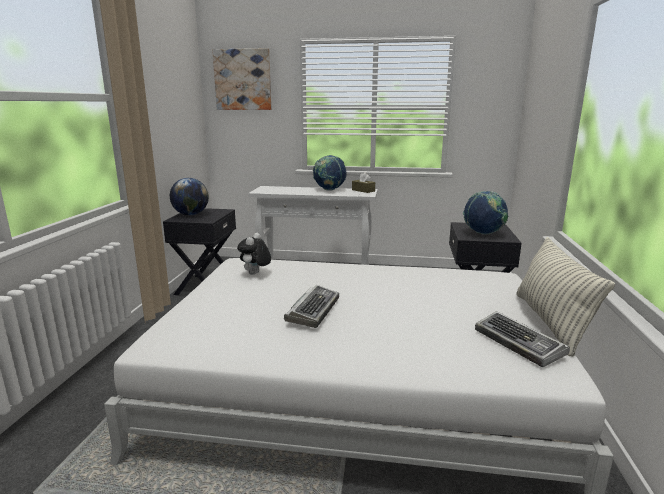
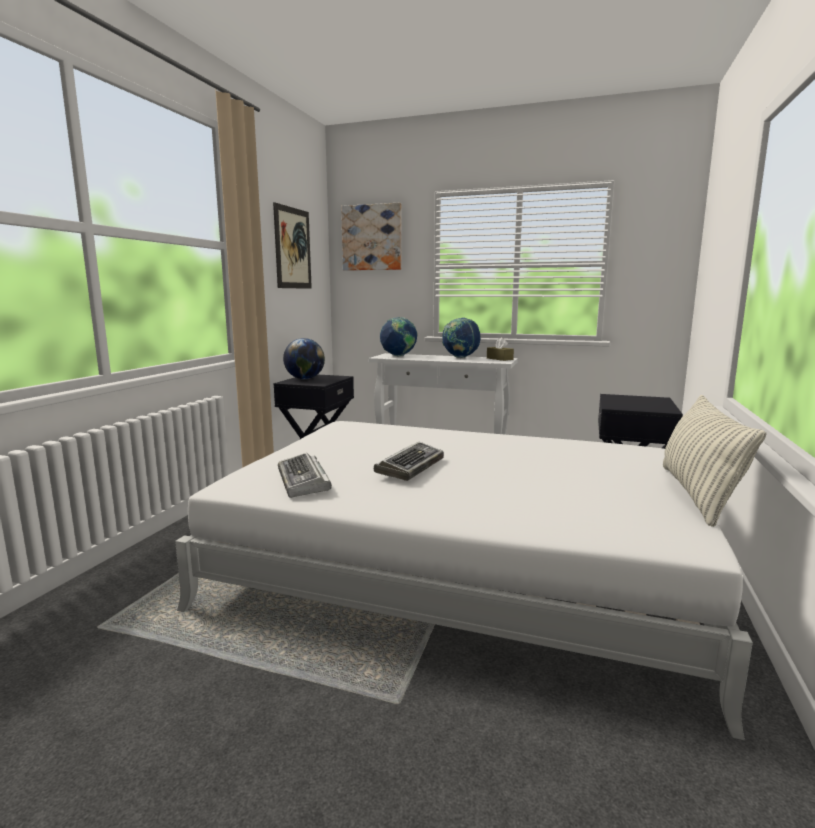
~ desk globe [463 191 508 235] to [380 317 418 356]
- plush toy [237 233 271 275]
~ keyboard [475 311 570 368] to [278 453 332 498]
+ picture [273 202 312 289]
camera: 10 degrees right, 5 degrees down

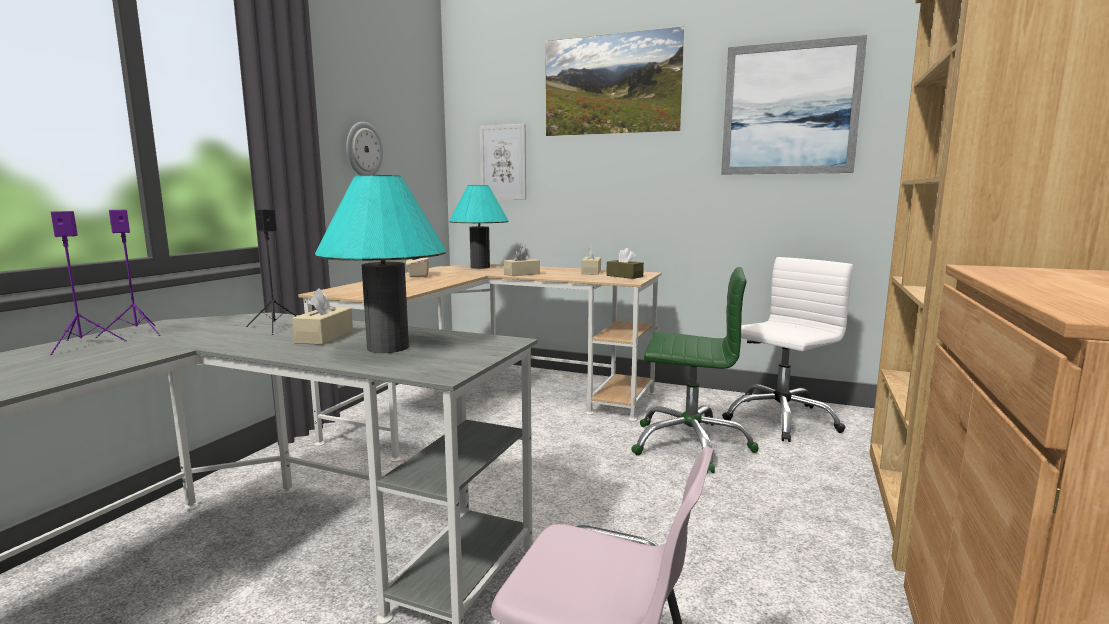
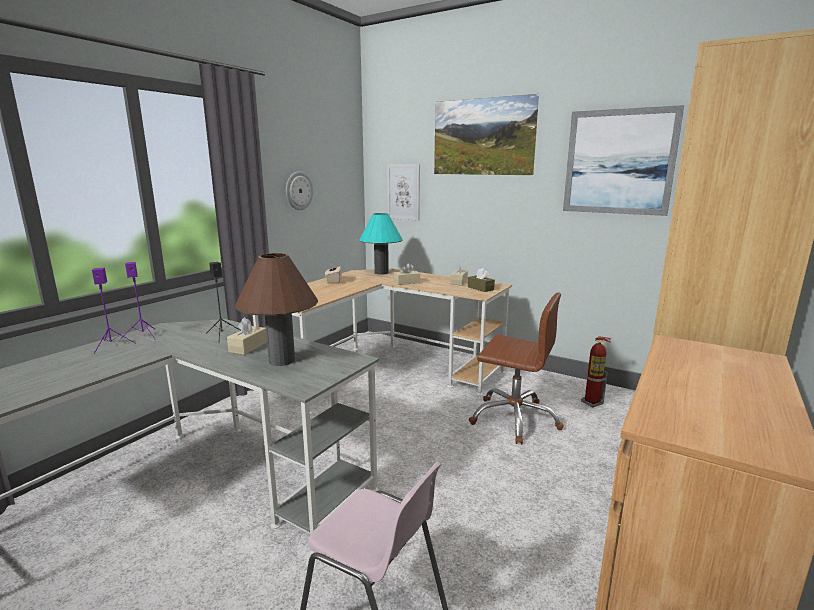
~ lamp for a table (turquoise) [315 175 446 353] to lamp for a table (brown) [235 253 318 366]
~ desk chair (whitish) [722 257 853 442] to extinguisher [581 336 611 407]
~ desk chair (greenish) [631 267 759 473] to desk chair (brown) [469 292 564 444]
camera: 10 degrees right, 5 degrees up

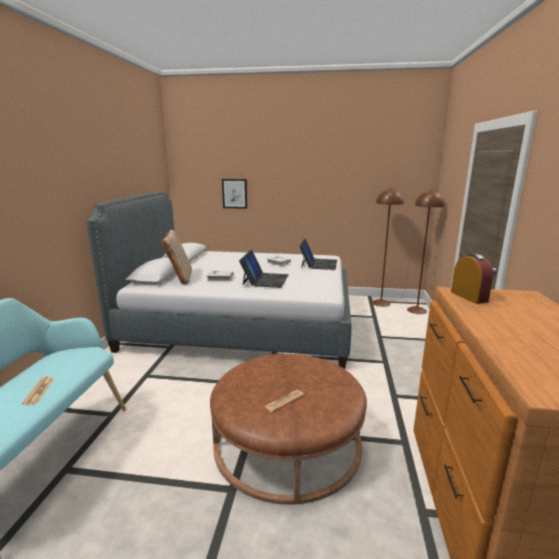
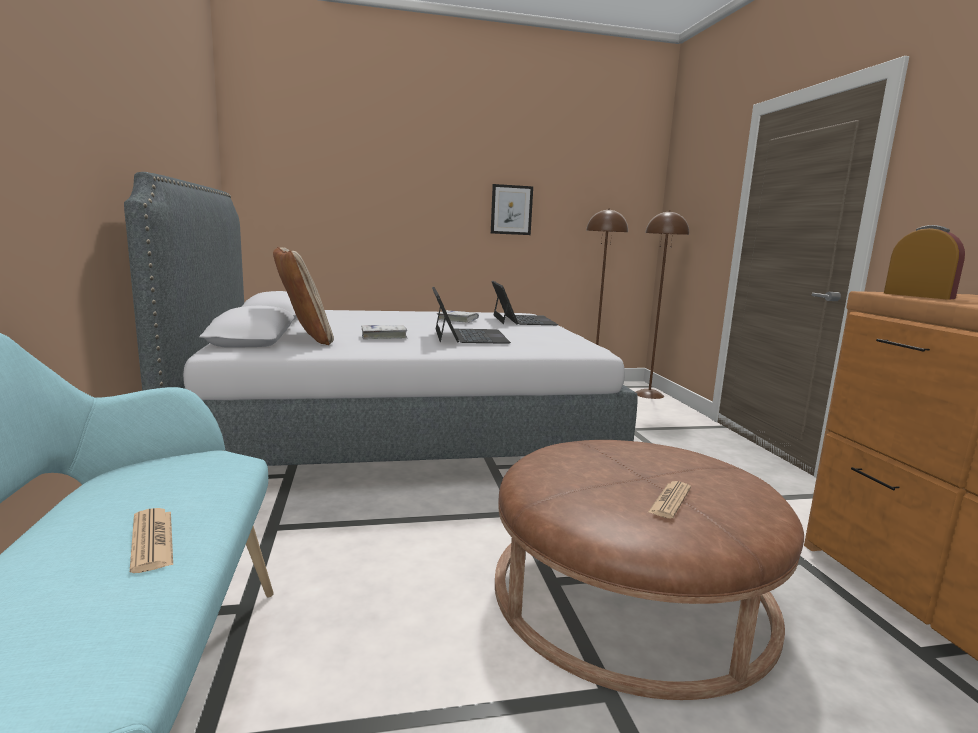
~ picture [222 179 247 209] to [491 184 533 235]
camera: 20 degrees left, 5 degrees down

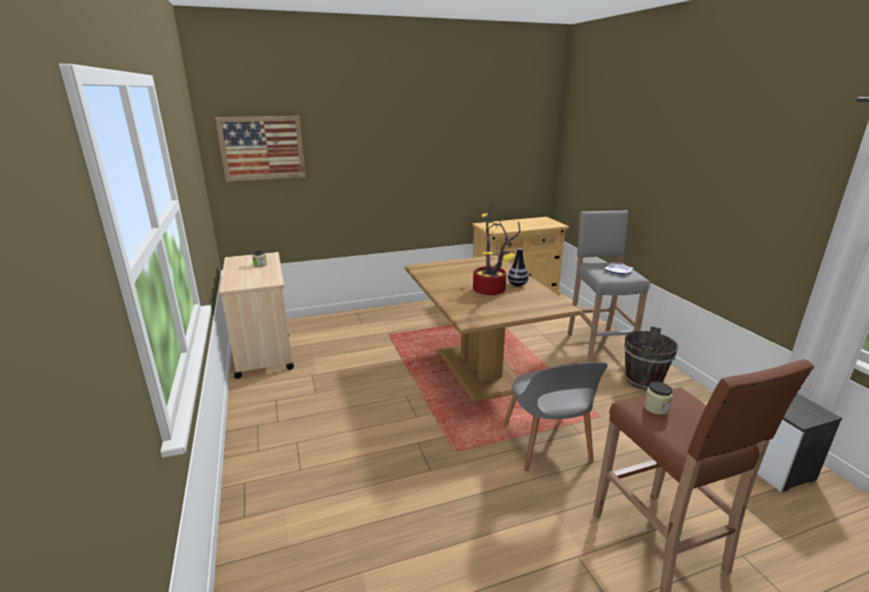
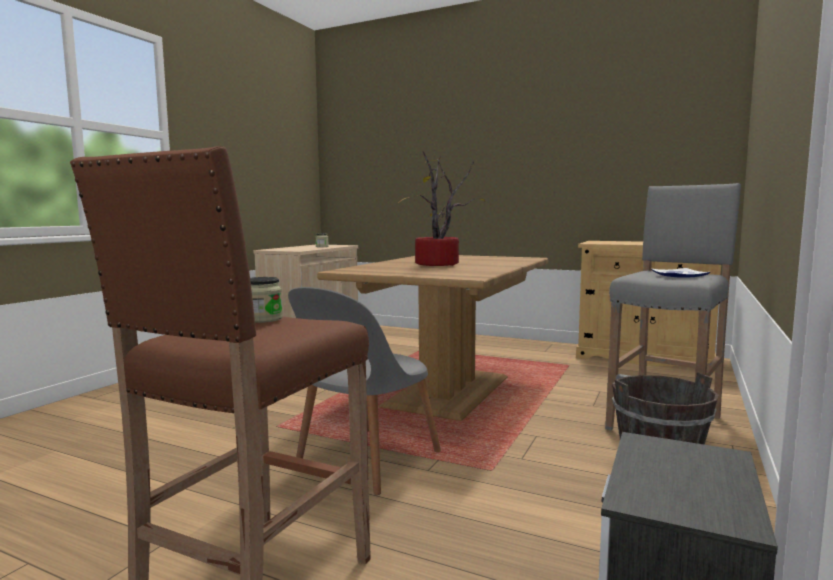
- picture [215 116 306 182]
- flower vase [508 248 529 287]
camera: 45 degrees right, 15 degrees down

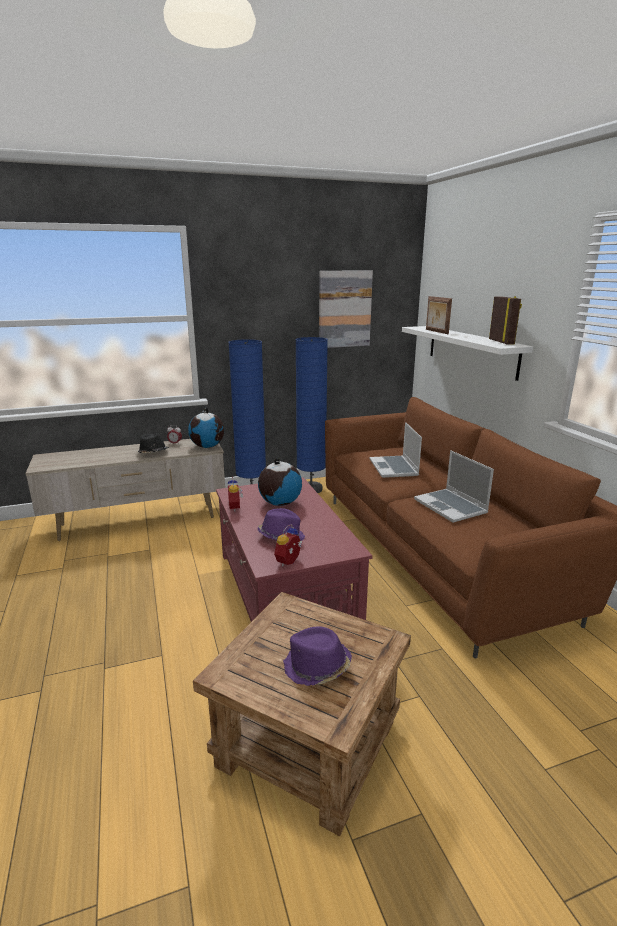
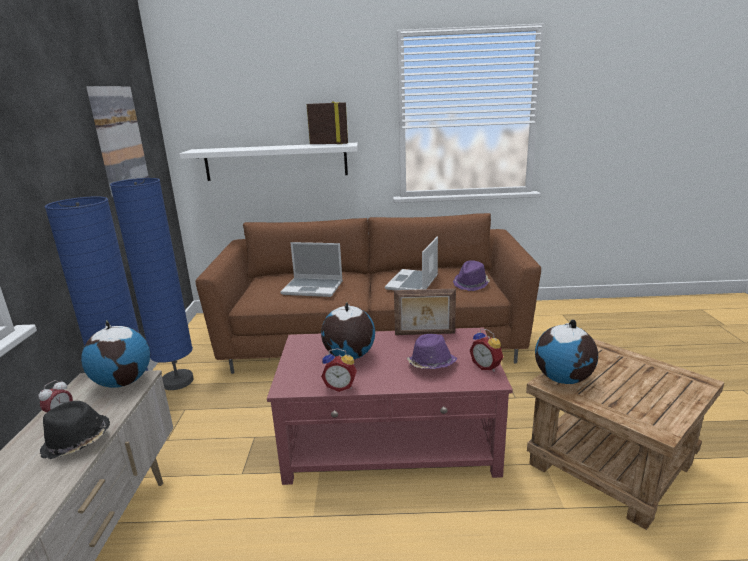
~ picture frame [426 296 452 334] to [394 288 456 335]
~ portable computer [414 450 494 523] = [385 237 438 290] 120 degrees clockwise
~ clothing hat (purple-coloured) [283 626 352 686] to [453 260 490 291]
+ desk globe [535 320 598 384]
camera: 70 degrees left, 0 degrees up

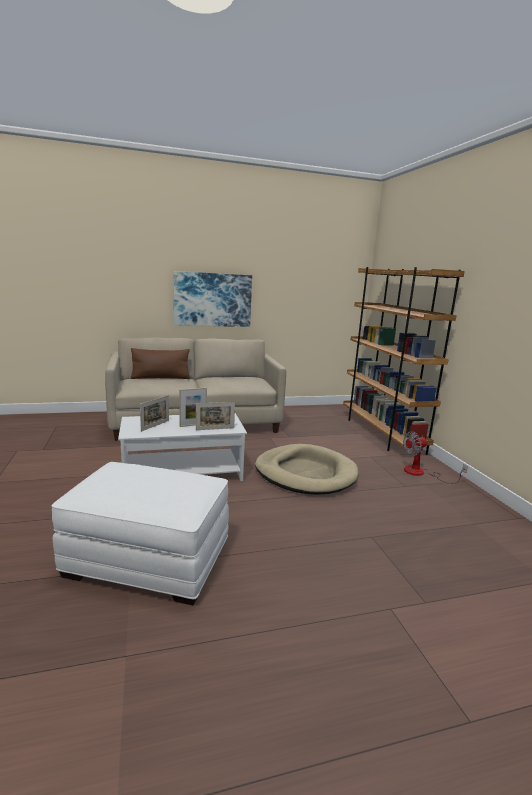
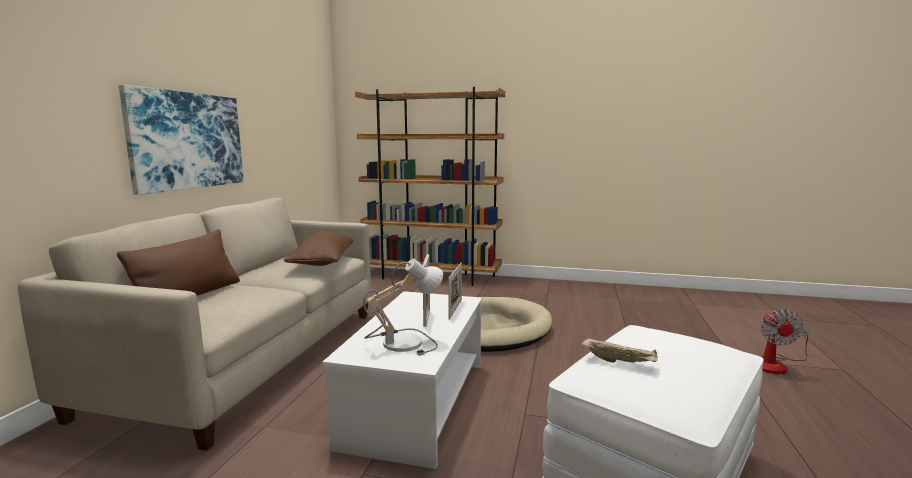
~ picture frame [140 395 169 432] to lamp for a table [363 258 443 356]
~ fan [403 431 468 484] to [760 309 810 374]
+ pillow (brown) [284 232 353 266]
+ carrying tray (beige-coloured) [581 337 658 363]
camera: 60 degrees left, 5 degrees down

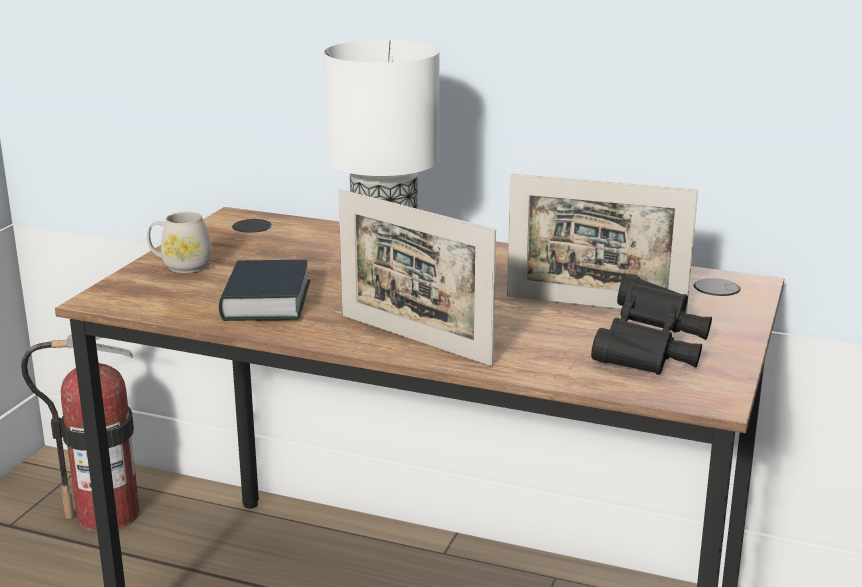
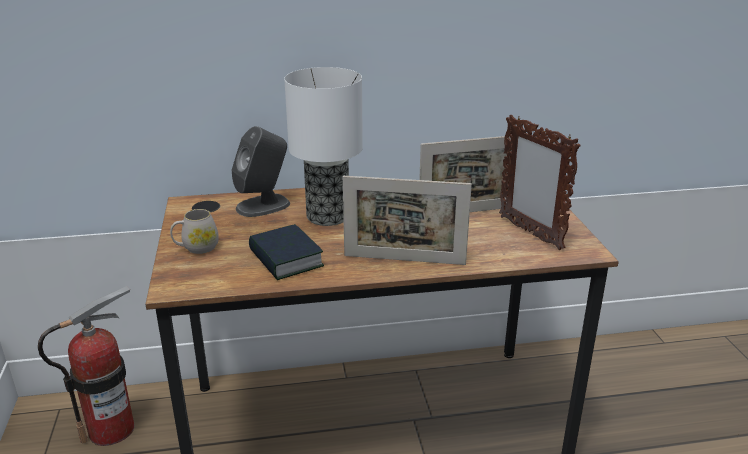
~ pair of binoculars (black) [591 275 712 375] to picture frame [499 115 581 250]
+ loudspeaker (grey) [231 126 290 217]
camera: 30 degrees left, 5 degrees up

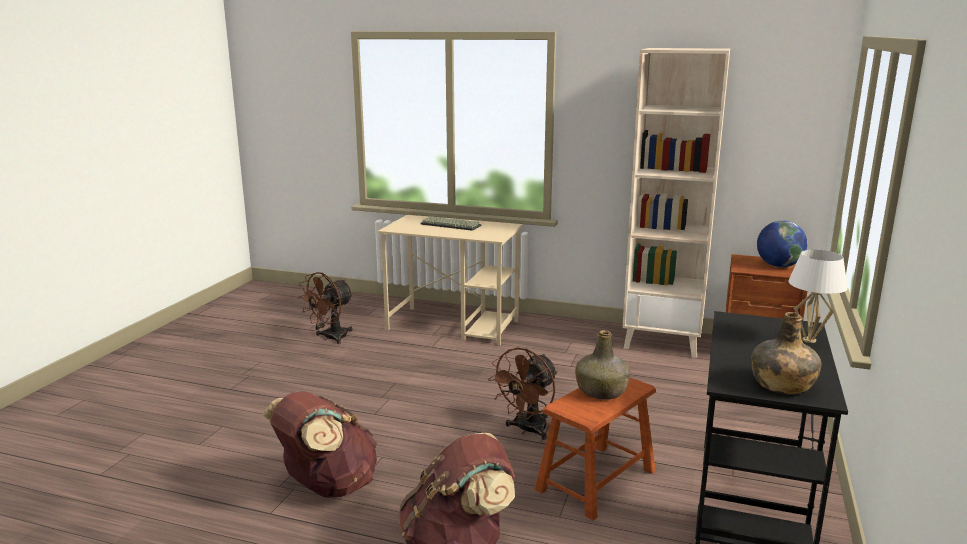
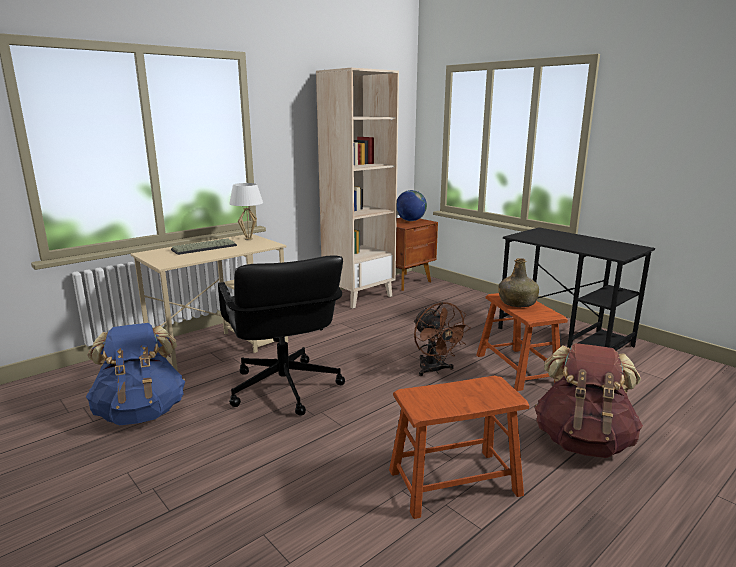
~ lamp for a table (whitish) [788 250 848 343] to [229 183 263 240]
~ fan (brown) [298 272 354 344] to knapsack (blue-coloured) [86 323 185 425]
- bottle (greenish) [751 312 821 394]
~ knapsack (brown) [263 391 378 498] to stool seat (brown) [389 376 529 519]
+ desk chair (black) [218 255 345 416]
camera: 60 degrees left, 0 degrees up

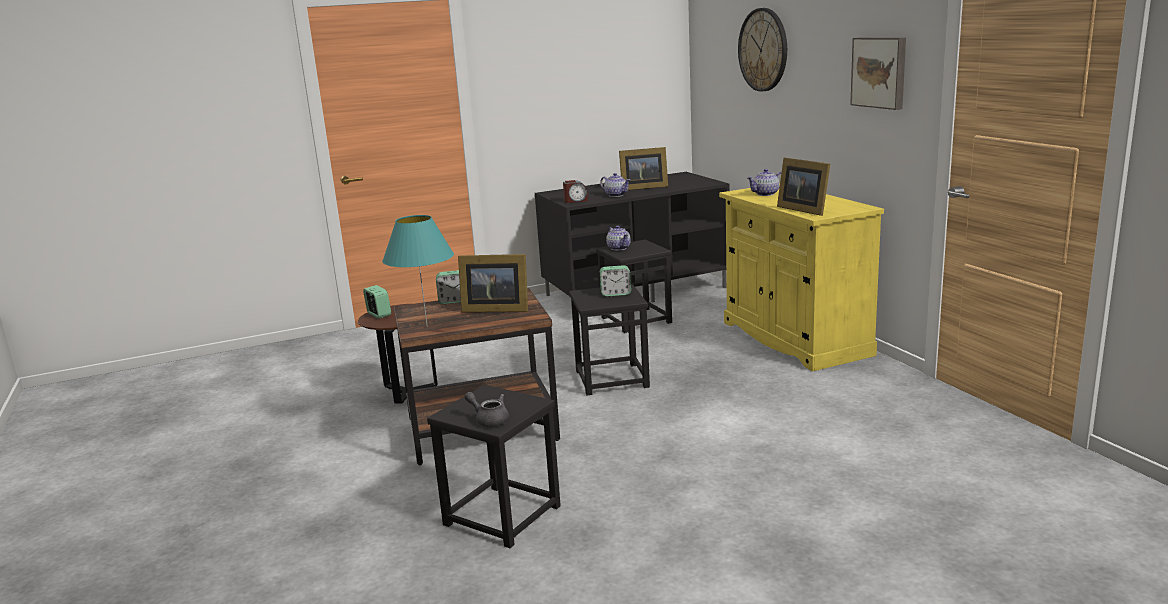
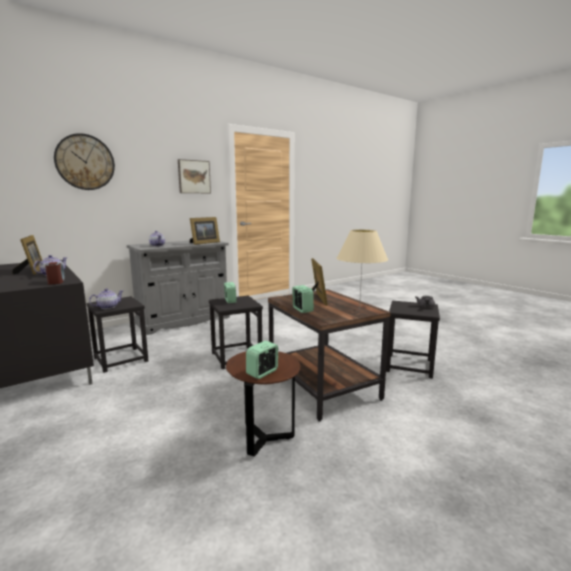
~ storage cabinet (yellow-coloured) [719 183 884 371] to storage cabinet (grey) [127 241 230 335]
~ lamp for a table (turquoise) [382 215 454 327] to lamp for a table (beige-coloured) [337 229 388 310]
camera: 105 degrees left, 5 degrees down

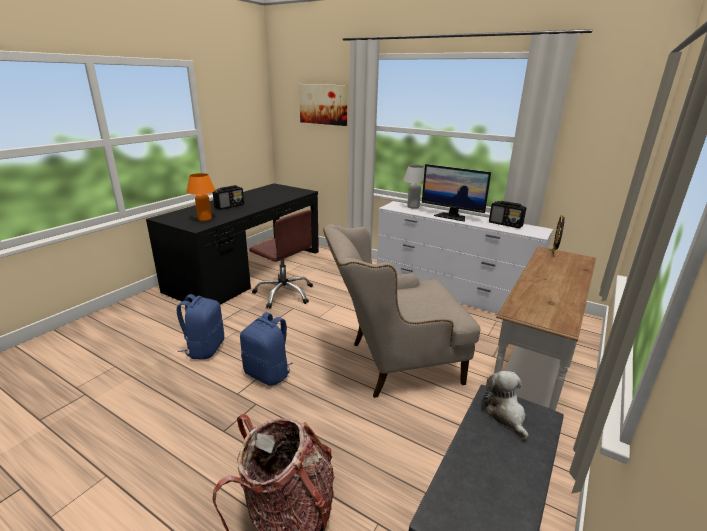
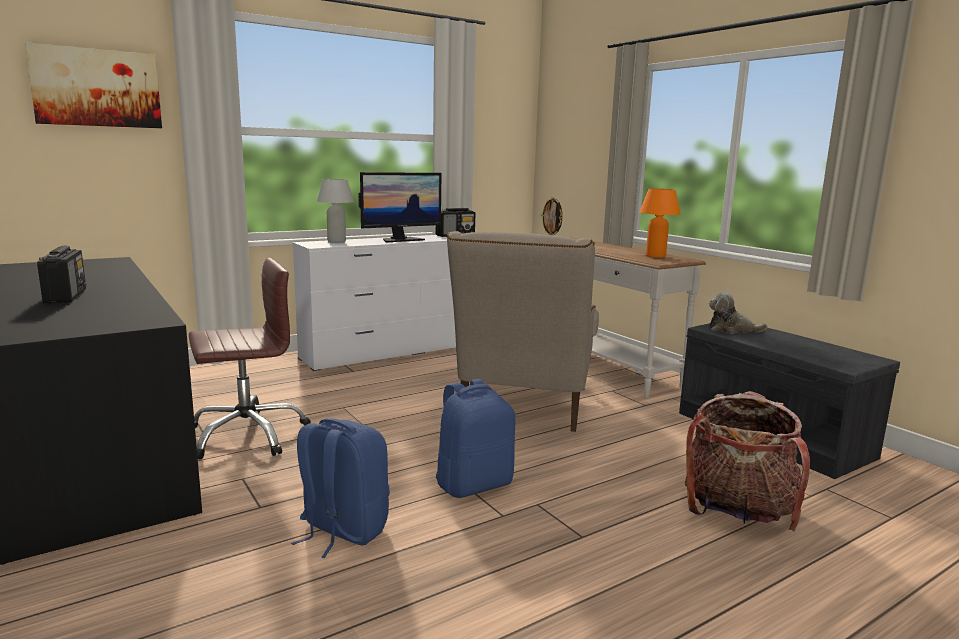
~ lamp for a table (orange-coloured) [187 173 215 221] to [640 189 680 258]
camera: 65 degrees left, 10 degrees down

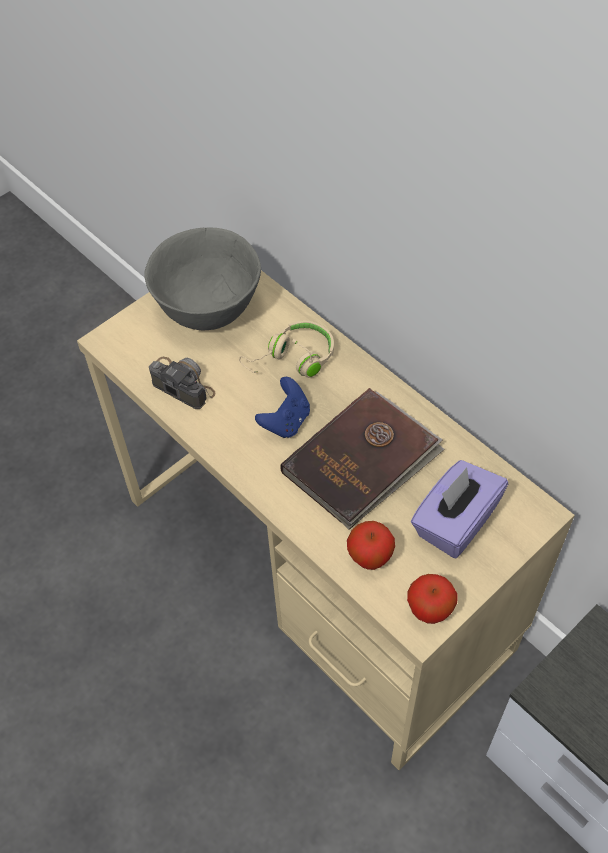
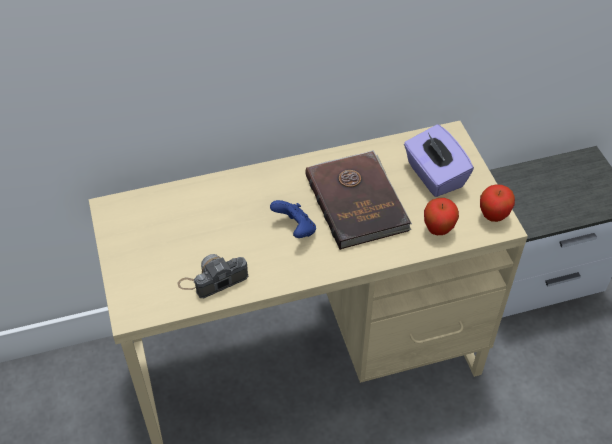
- bowl (grey) [144 228 261 330]
- headphones (beige-coloured) [239 320 334 378]
camera: 65 degrees left, 5 degrees down

